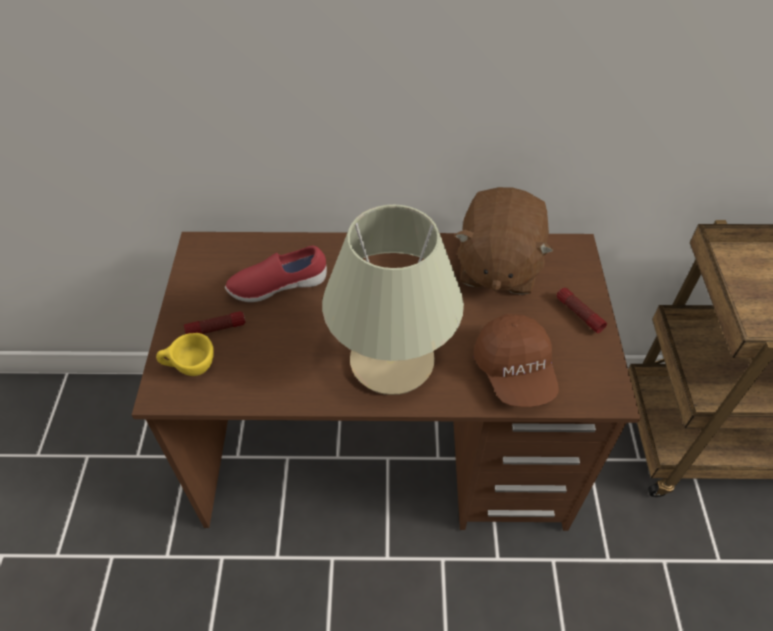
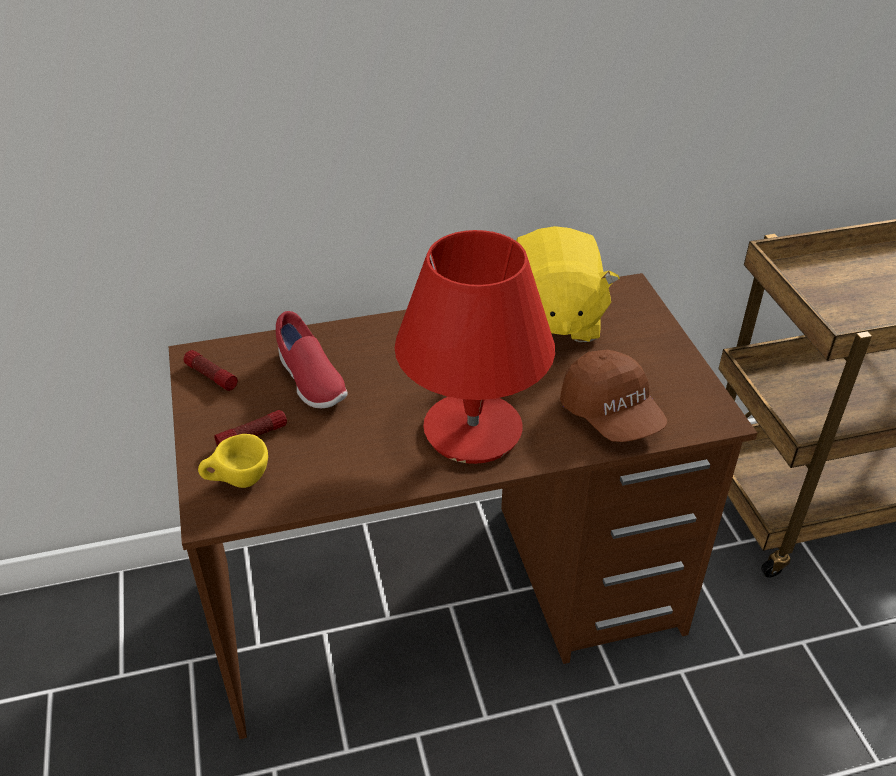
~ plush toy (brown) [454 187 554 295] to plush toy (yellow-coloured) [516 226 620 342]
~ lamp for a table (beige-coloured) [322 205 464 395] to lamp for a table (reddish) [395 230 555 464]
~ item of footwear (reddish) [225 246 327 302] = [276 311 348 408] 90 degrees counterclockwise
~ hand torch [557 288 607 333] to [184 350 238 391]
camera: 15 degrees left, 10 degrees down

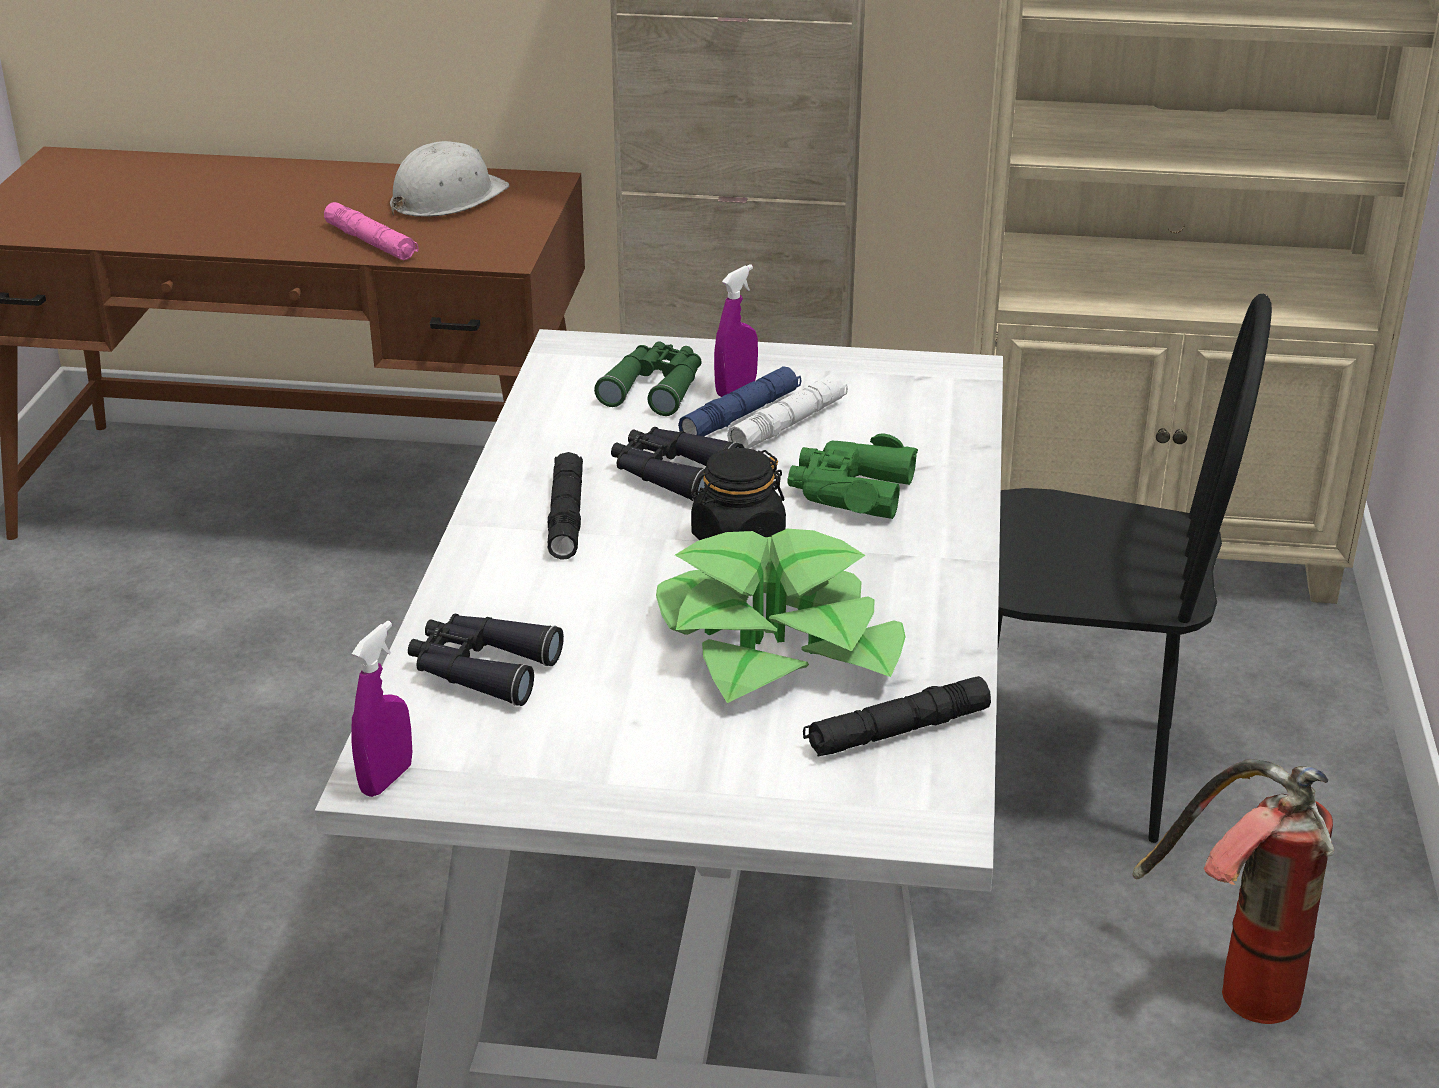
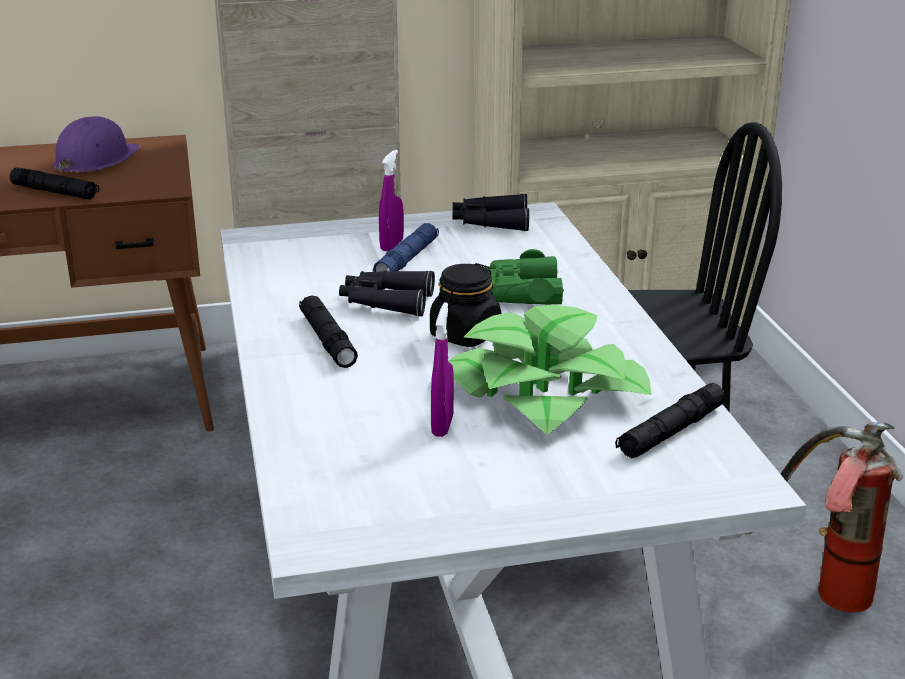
~ safety helmet (whitish) [390 141 510 217] to safety helmet (purple-coloured) [53 116 140 175]
~ hand torch (pinkish) [324 202 419 260] to hand torch (black) [10 167 99 200]
- pair of binoculars (greenish) [594 341 701 416]
- hand torch (whitish) [727 375 848 449]
~ pair of binoculars (black) [408 614 564 706] to [452 194 529 231]
~ hand sprayer (purple-coloured) [351 620 412 797] to [431 302 454 437]
camera: 20 degrees left, 5 degrees down

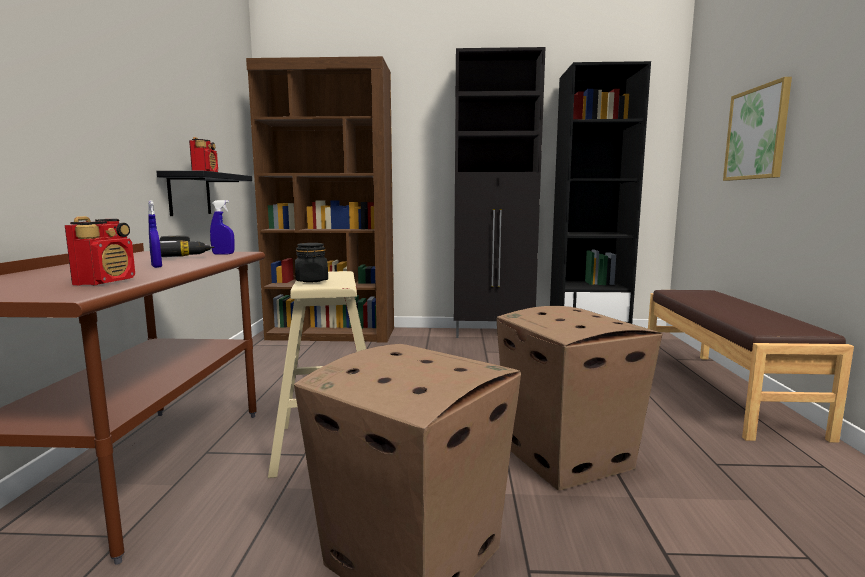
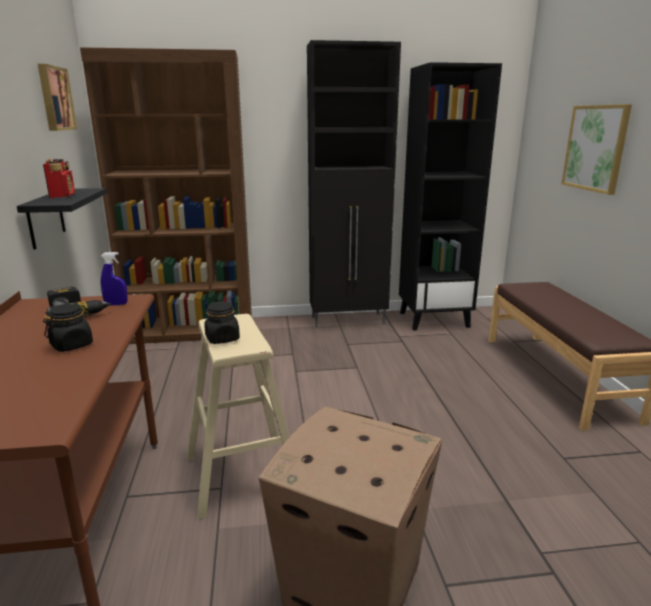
~ hand sprayer (blue-coloured) [148 200 162 268] to jar (black) [43 303 93 352]
- radio [65 216 135 286]
- carton [497 306 663 490]
+ picture [38 64 77 131]
camera: 10 degrees left, 10 degrees up

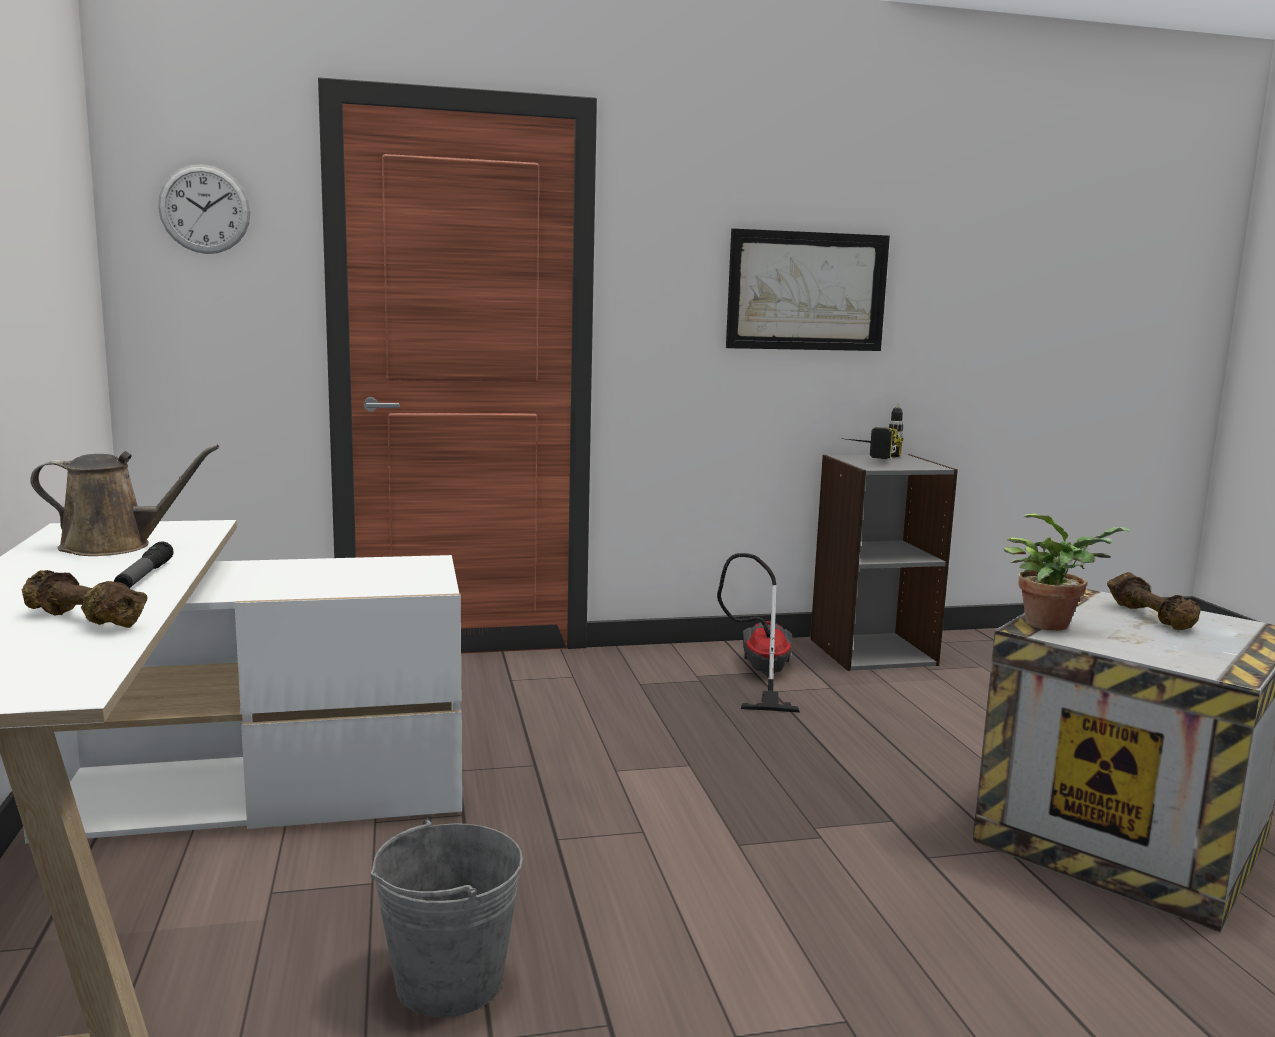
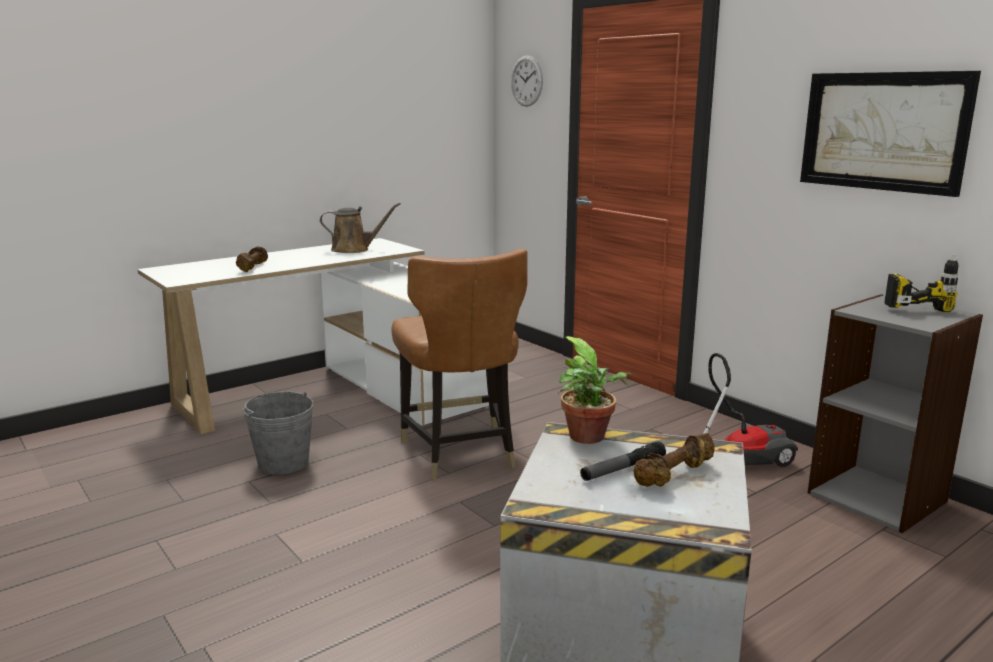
~ watering pot (brown) [30 444 219 556] = [320 203 401 253] 60 degrees counterclockwise
~ hand torch [114 541 174 588] to [580 441 666 481]
+ upright chair (brown) [392 249 528 480]
camera: 65 degrees right, 5 degrees up

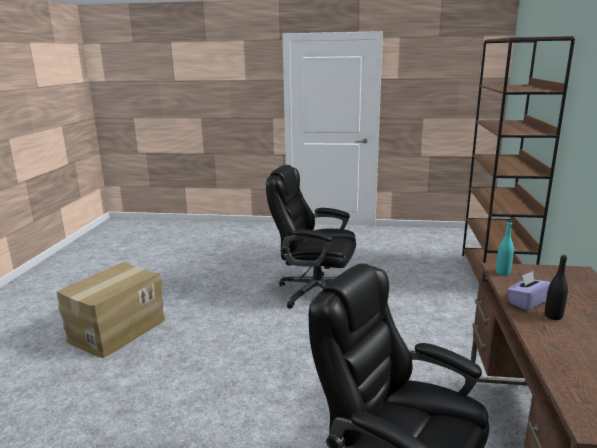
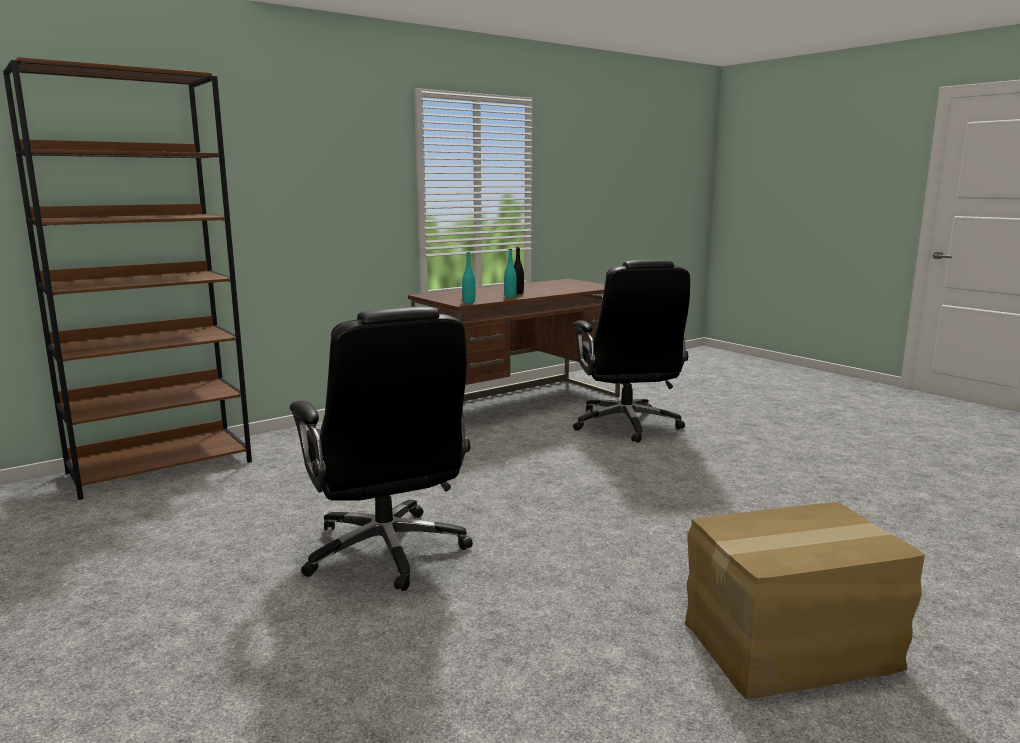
~ tissue holder (purple-coloured) [507 271 551 311] to bottle (turquoise) [504 249 517 298]
camera: 135 degrees left, 5 degrees down

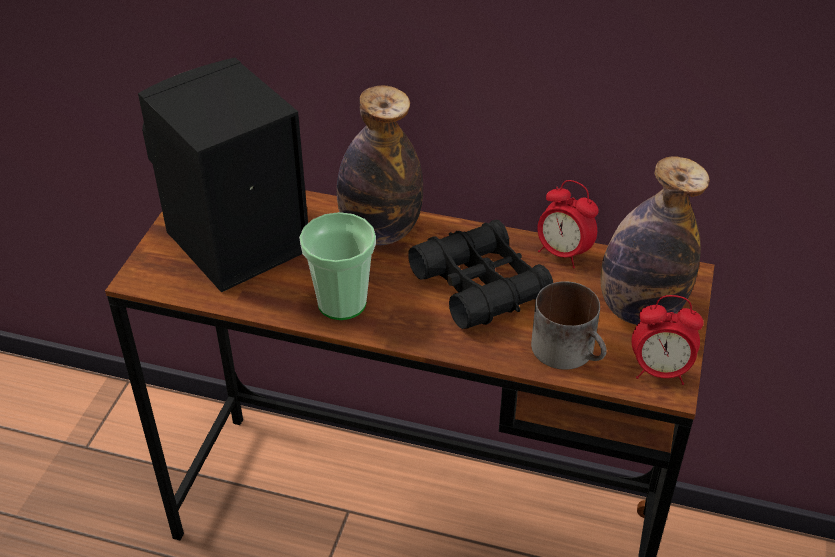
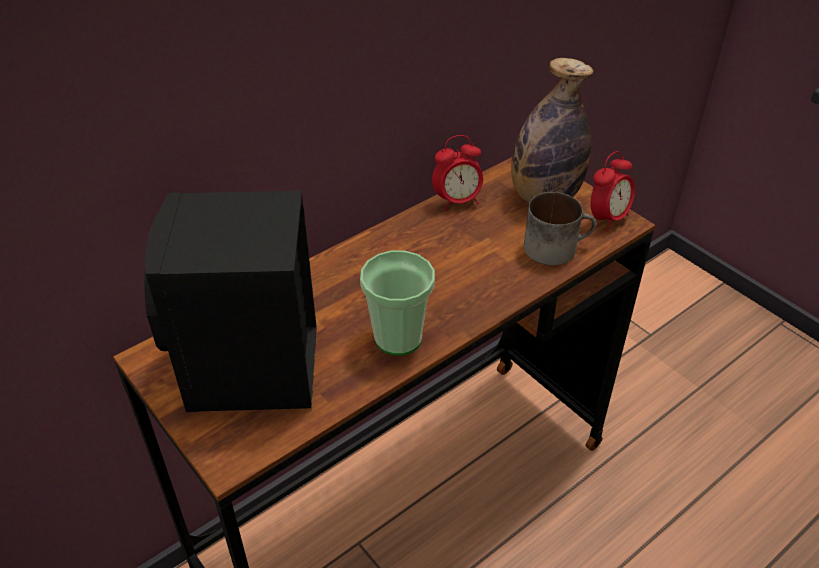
- bottle [336 86 423 245]
- pair of binoculars (black) [408 220 553 329]
camera: 55 degrees left, 0 degrees up

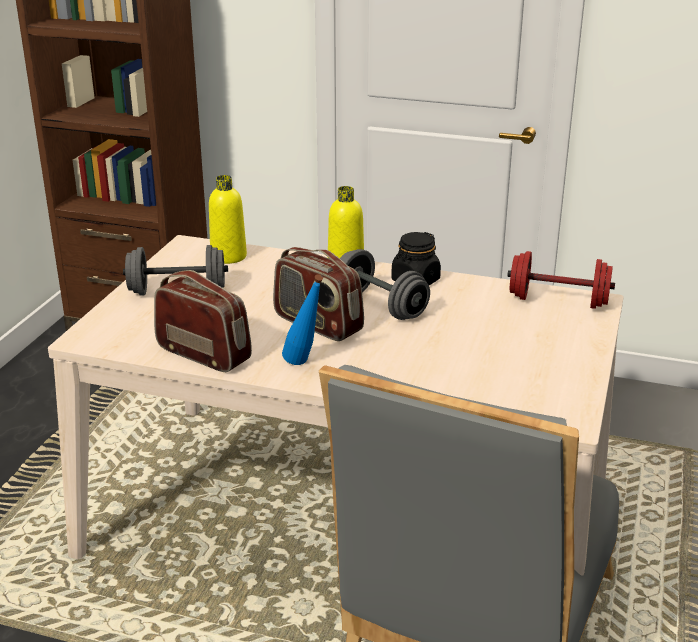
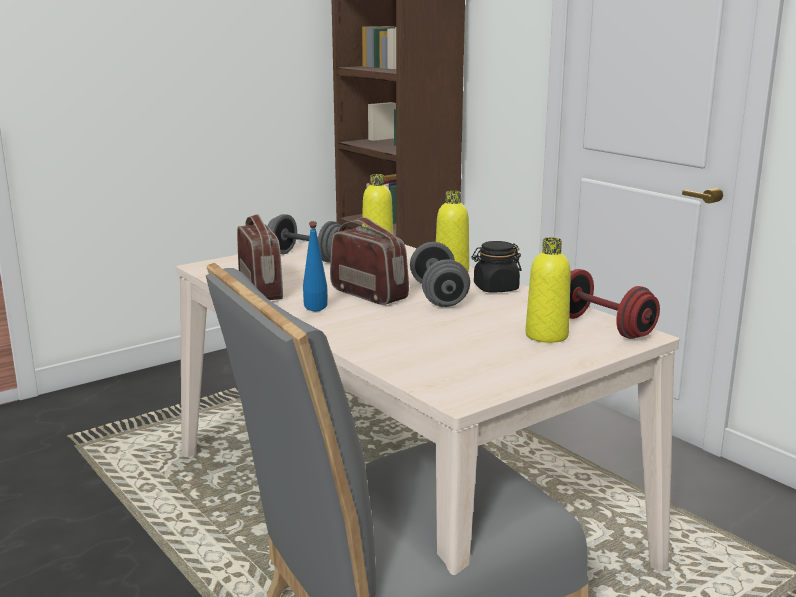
~ radio [273 247 364 341] = [330 217 409 305] 150 degrees clockwise
+ bottle (yellow-coloured) [525 237 571 343]
camera: 35 degrees right, 10 degrees down

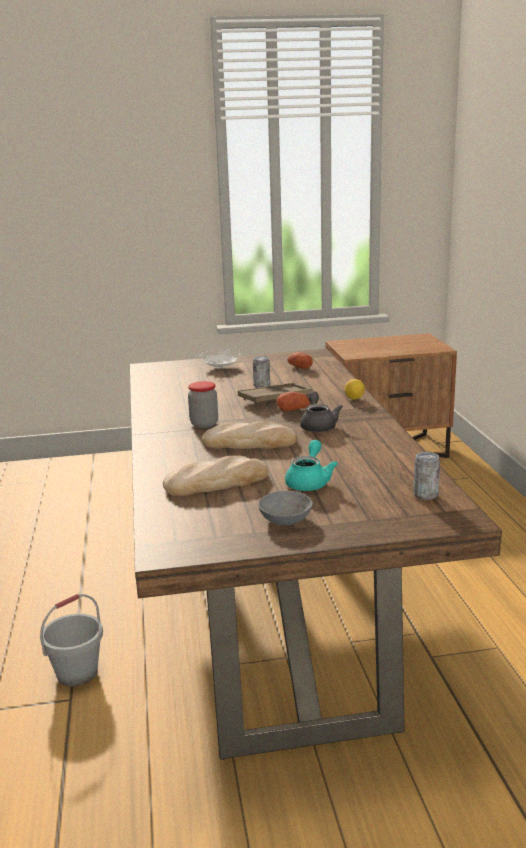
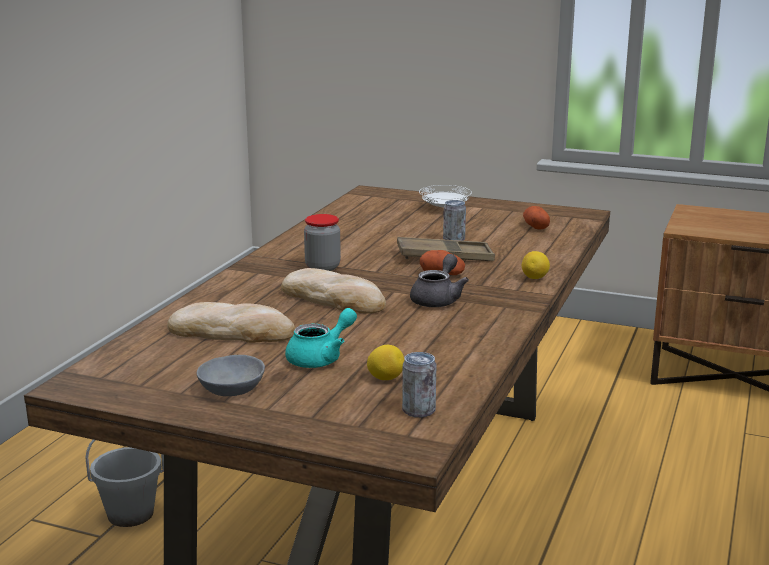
+ citrus fruit [367 345 404 380]
camera: 30 degrees right, 0 degrees up

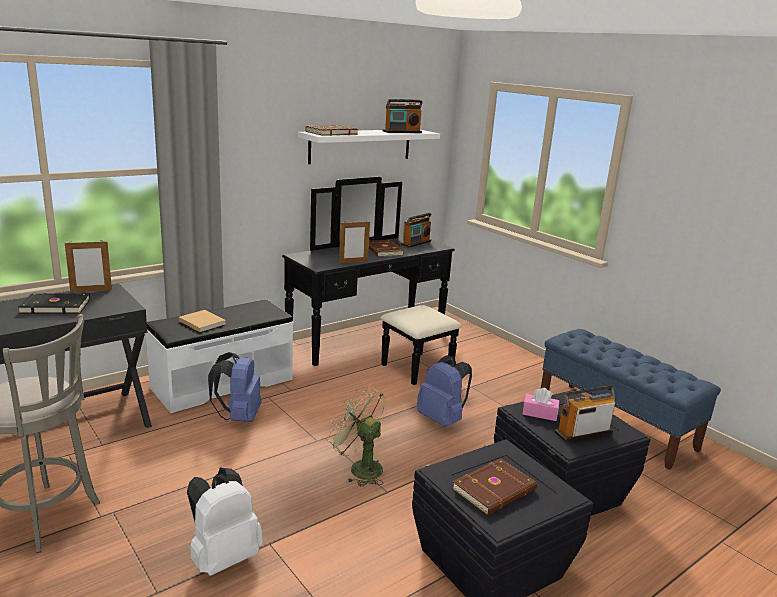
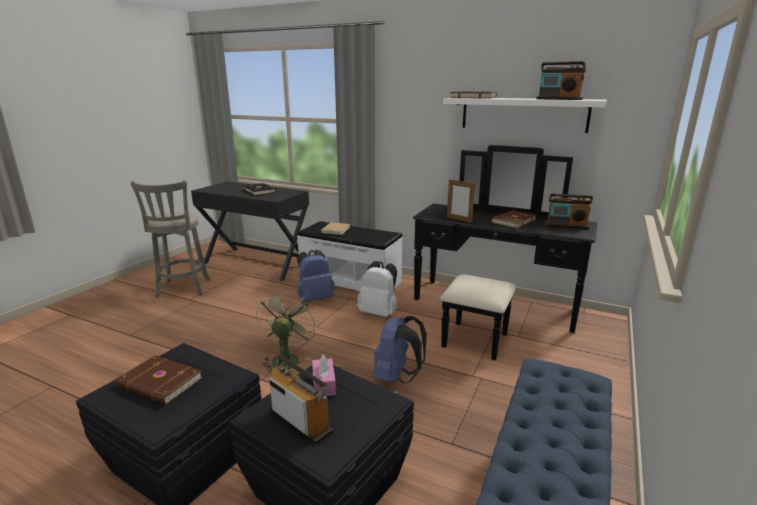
- picture frame [65 241 112 293]
~ knapsack (whitish) [187 468 263 576] to [357 261 397 317]
camera: 65 degrees right, 0 degrees up

